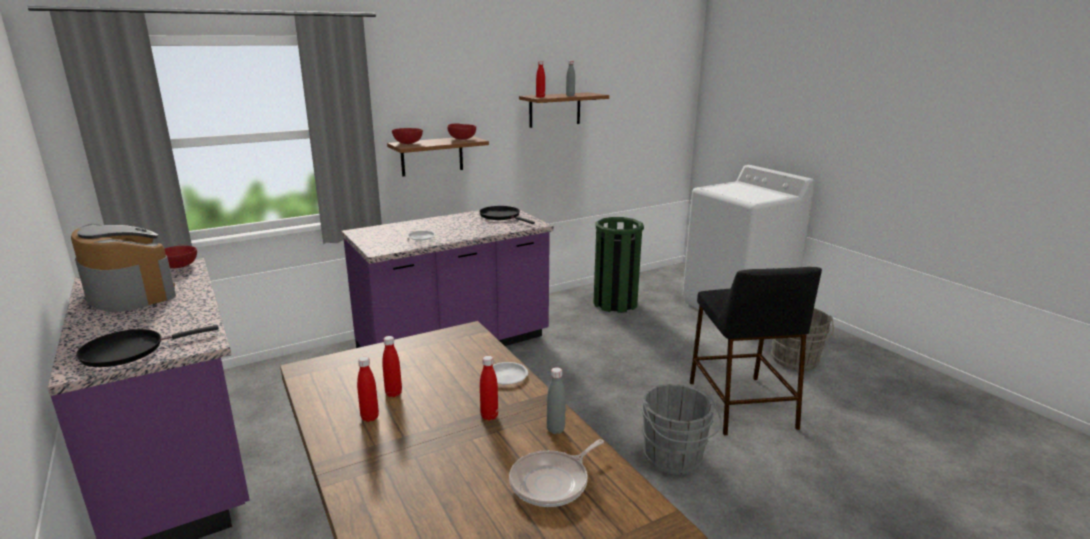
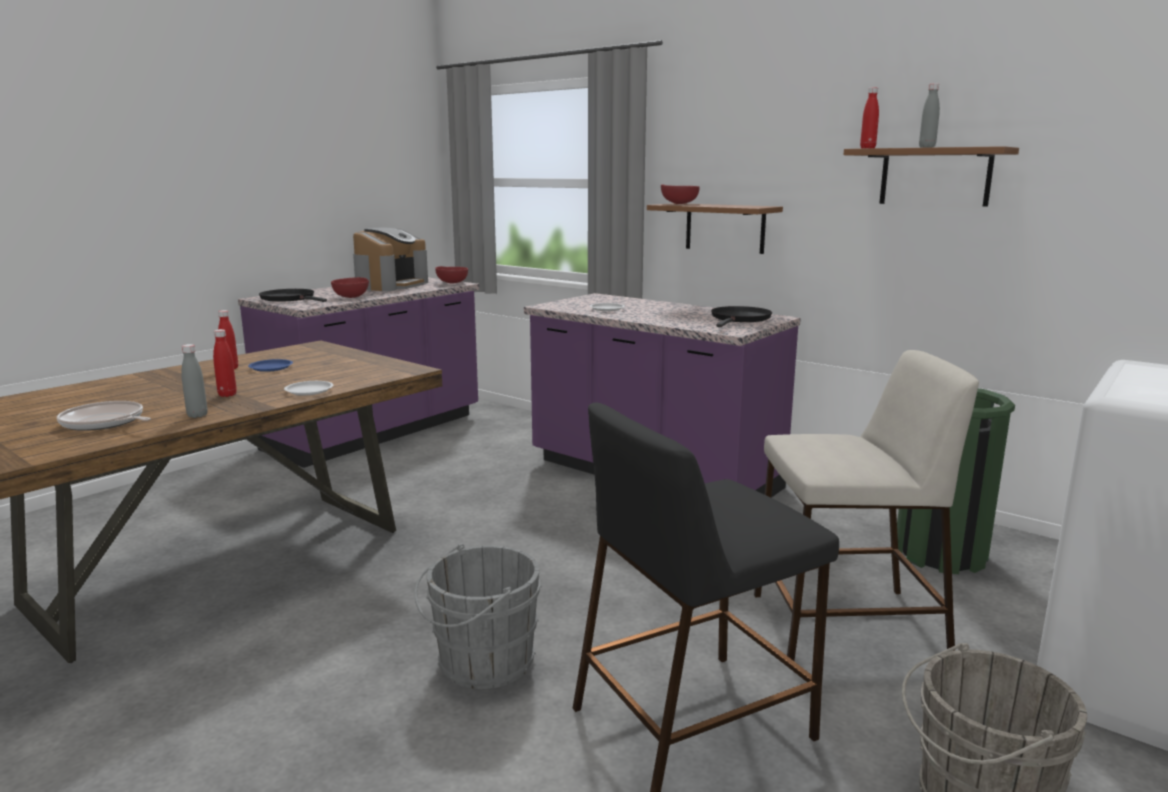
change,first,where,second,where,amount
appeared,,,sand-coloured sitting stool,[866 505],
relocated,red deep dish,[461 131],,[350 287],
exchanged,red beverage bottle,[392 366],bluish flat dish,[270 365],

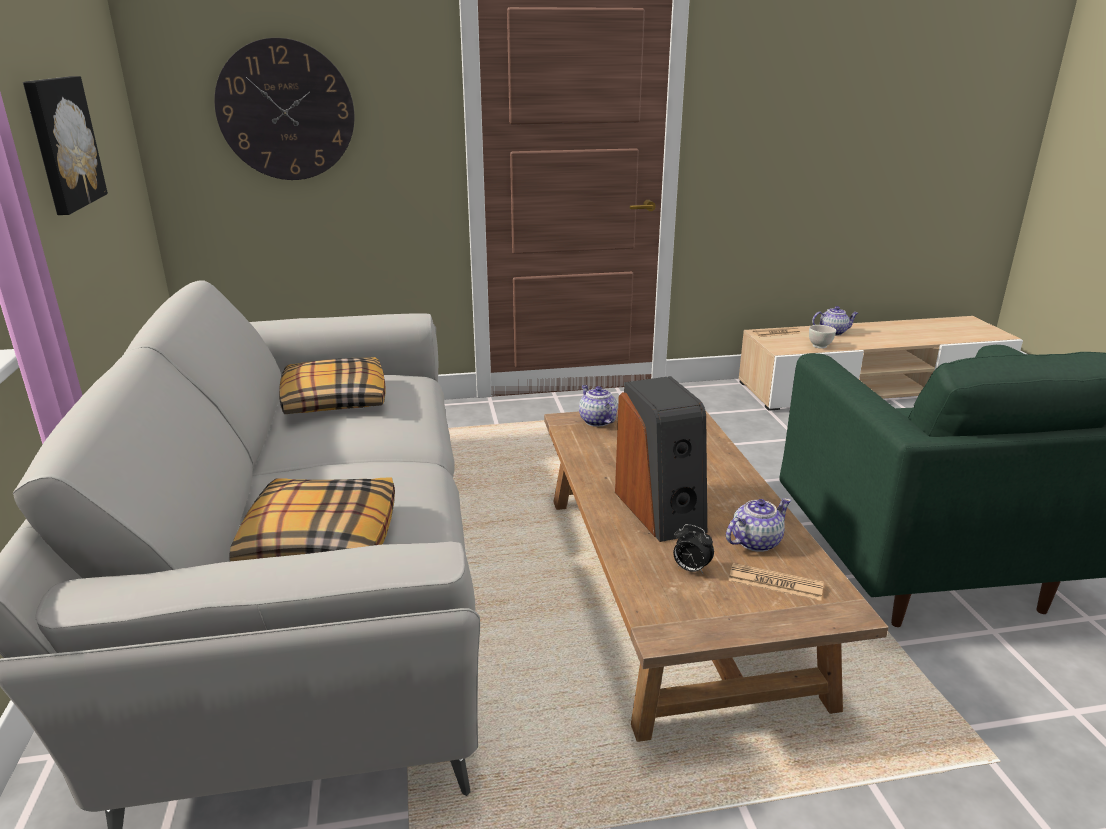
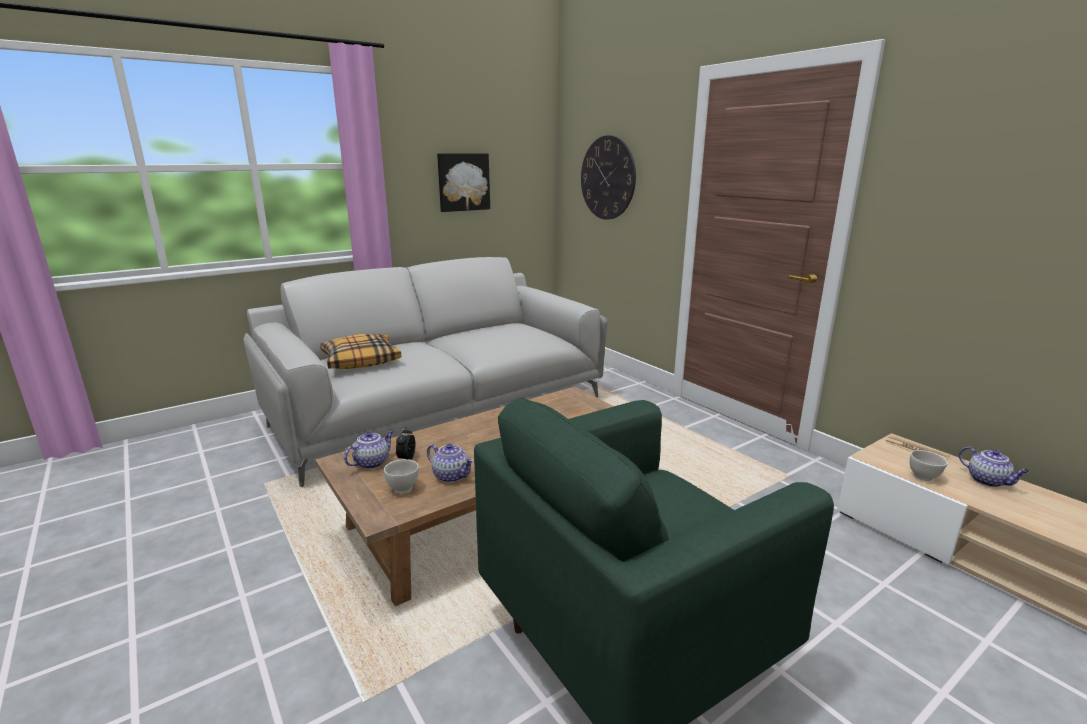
change,first,where,second,where,amount
missing,cushion,[332 385],,,
missing,audio speaker,[661 459],,,
relocated,teapot,[598 406],,[368 449],
exchanged,daily paper,[776 582],white-coloured deep dish,[401 476],

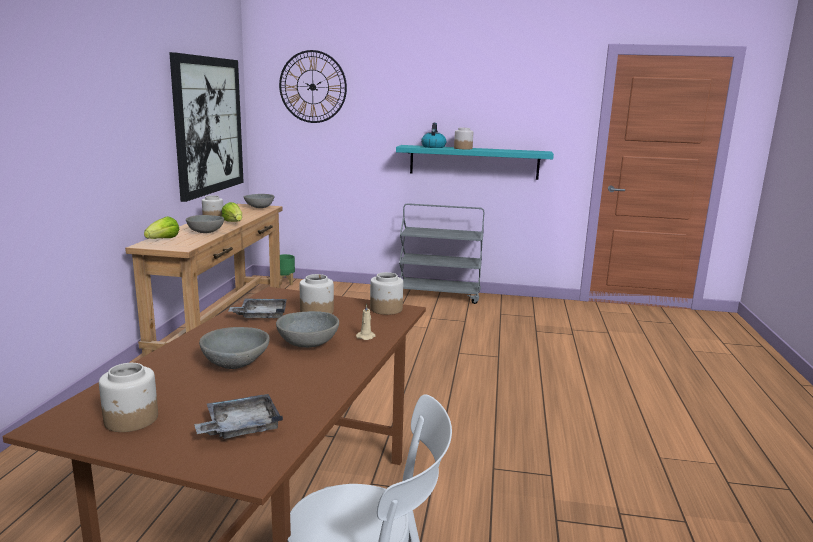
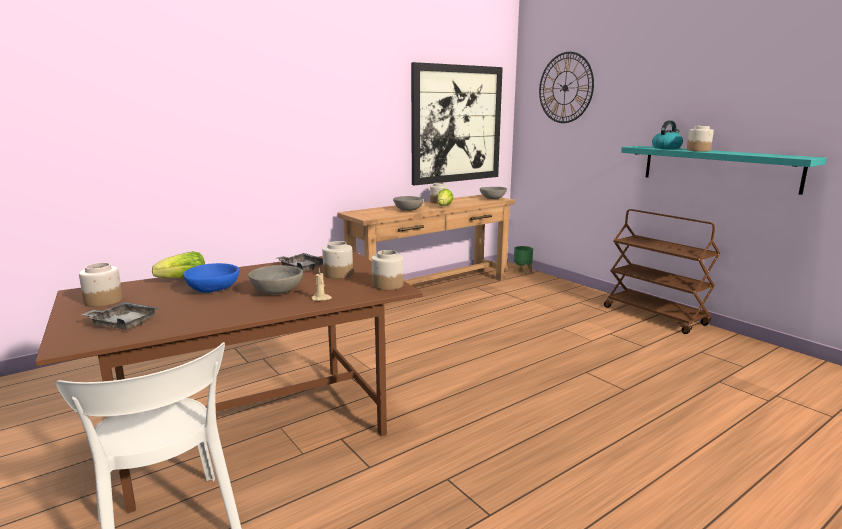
change,first,where,second,where,amount
relocated,lettuce,[161 227],,[178 264],
colour,gray deep dish,[234 348],bluish deep dish,[211 278],
colour,gray wheeled cart,[441 253],brown-coloured wheeled cart,[662 271],

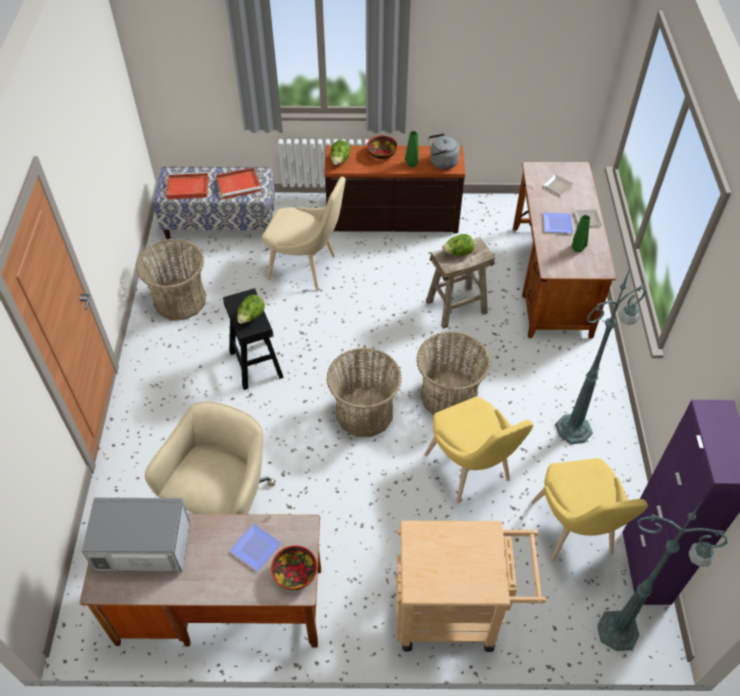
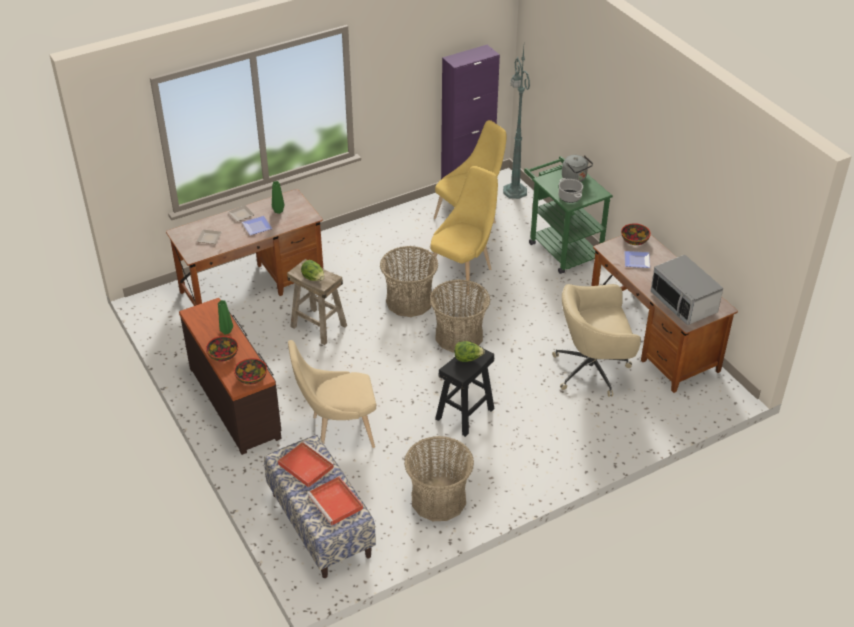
change,first,where,second,where,amount
missing,green floor lamp,[600 356],,,
appeared,,,stockpot,[570 190],
relocated,gray kettle,[444 151],,[577 168],
exchanged,lettuce,[340 152],deep dish,[250 371],
colour,sand-coloured wheeled cart,[471 586],green wheeled cart,[568 215],
spun,sand-coloured chair,[304 233],,[332 394],90 degrees counterclockwise

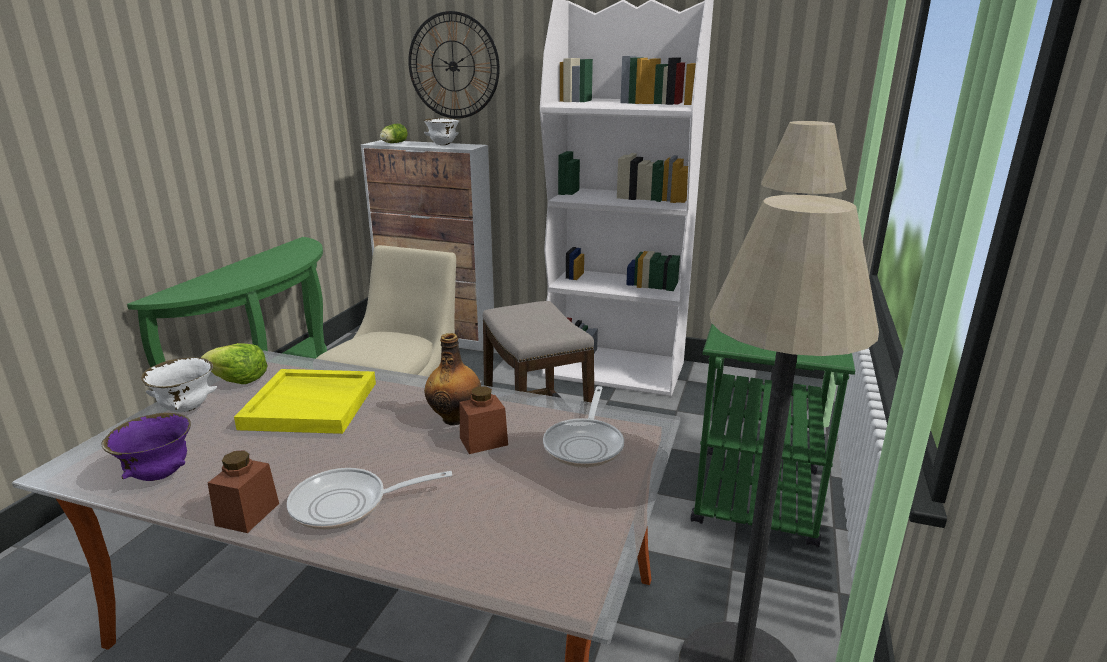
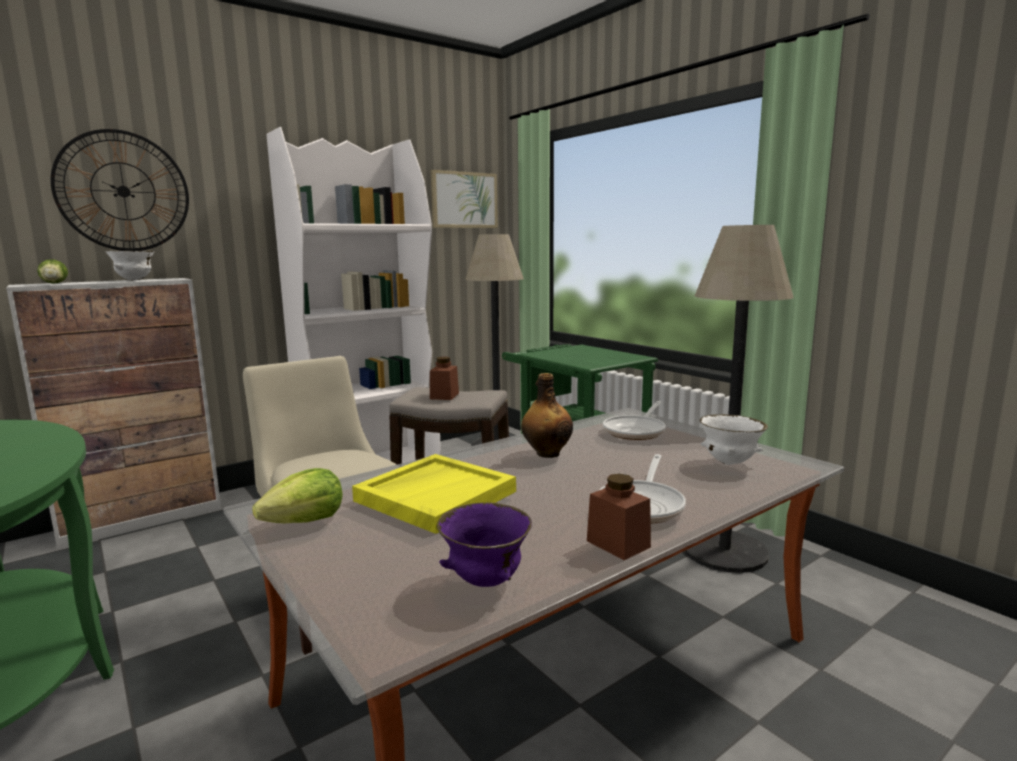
change,first,where,second,where,amount
appeared,,,wall picture,[464 199],
relocated,white-coloured deep dish,[179 385],,[734 439],
relocated,brown-coloured preserve jar,[484 420],,[444 378],
spun,skillet,[583 427],,[634 420],75 degrees clockwise

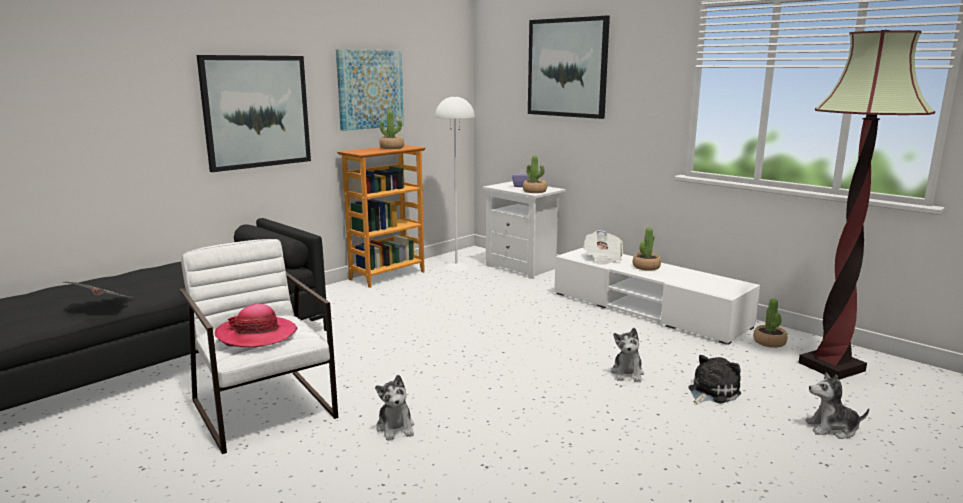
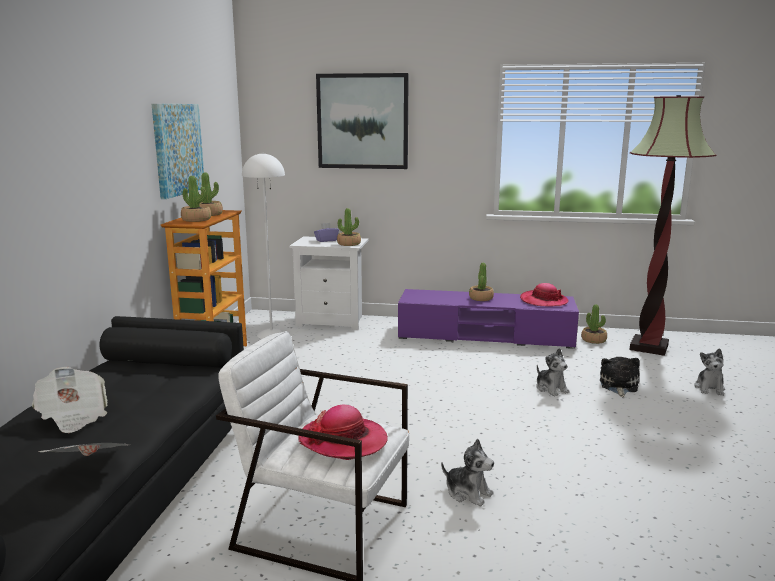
change,first,where,second,where,amount
missing,wall picture,[254 113],,,
appeared,,,houseplant,[196 199],
appeared,,,hat,[544 295],
relocated,daily paper,[603 247],,[70 400],
colour,white-coloured tv unit,[657 296],purple-coloured tv unit,[488 319],
spun,cuddly toy,[837 405],,[709 372],45 degrees counterclockwise

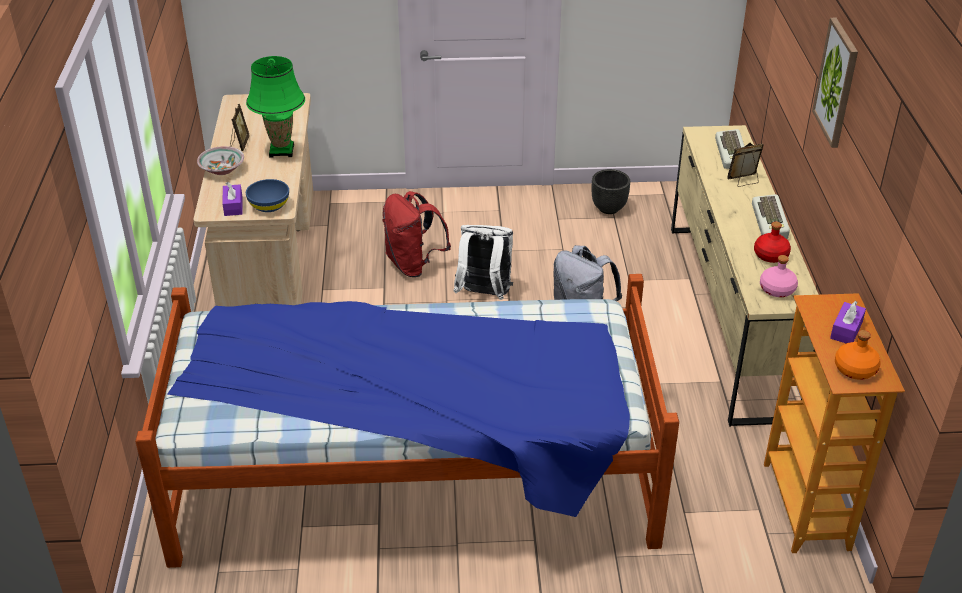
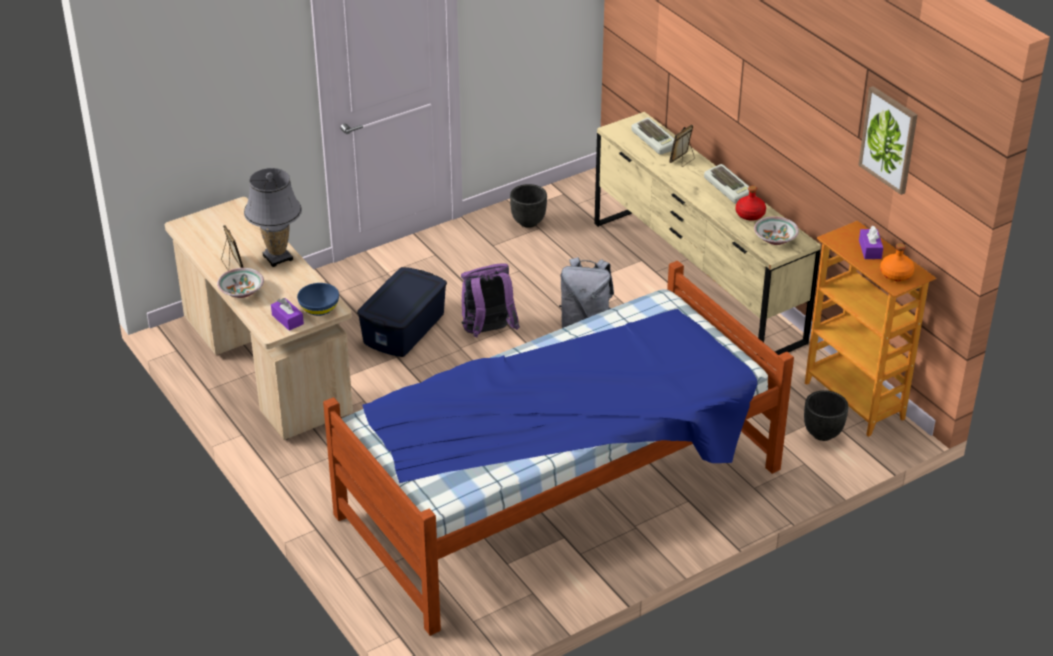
change,first,where,second,where,amount
appeared,,,black flower pot,[826 415],
relocated,wall picture,[835 83],,[887 140],
exchanged,red backpack,[417 234],bluish storage container,[402 312],
exchanged,pink-coloured beverage bottle,[779 276],deep dish,[776 230],
colour,green lamp for a table,[275 107],gray lamp for a table,[273 217],
colour,white-coloured backpack,[483 262],purple-coloured backpack,[490 300],

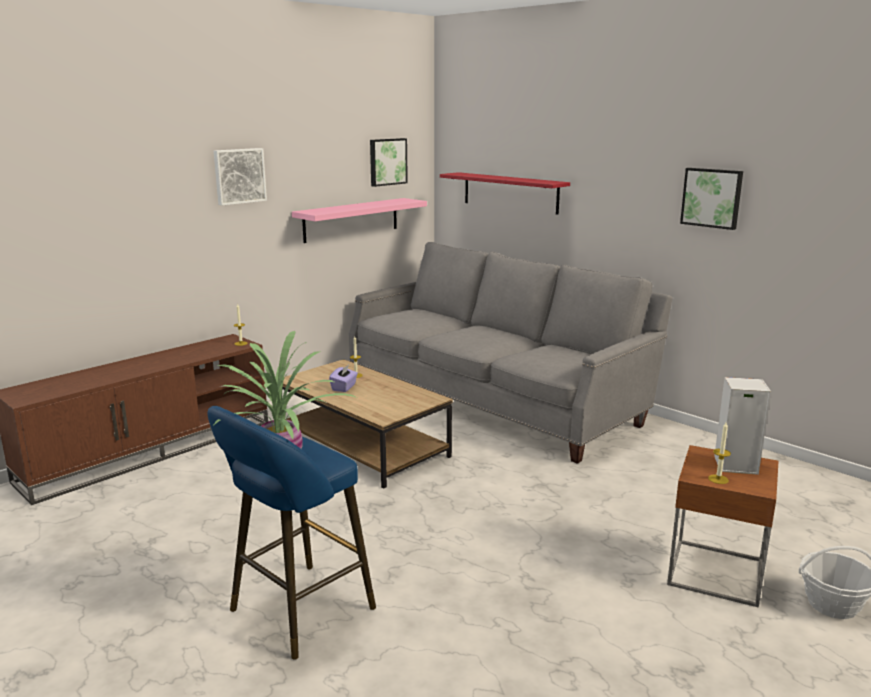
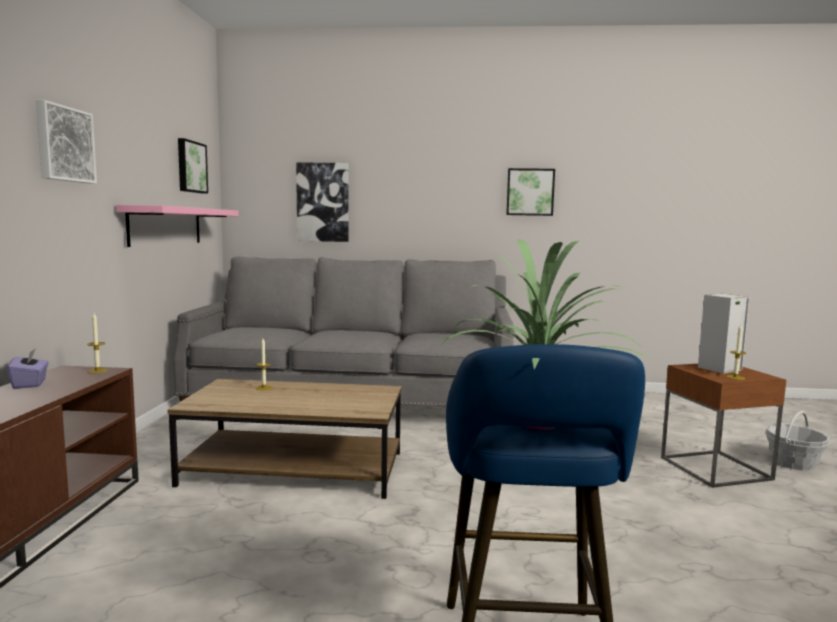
change,first,where,second,where,amount
relocated,purple-coloured box of tissues,[343 378],,[27 368],
exchanged,red bracket shelf,[505 193],wall picture,[322 202],

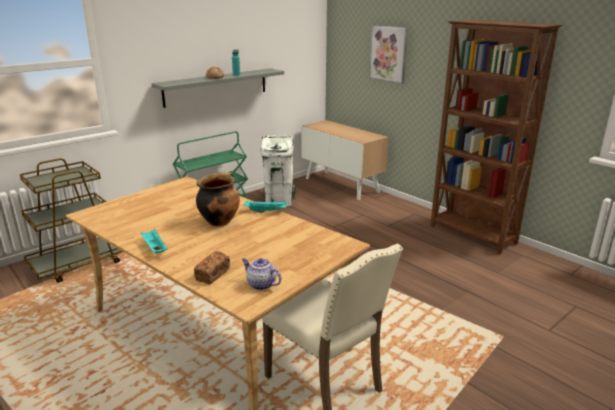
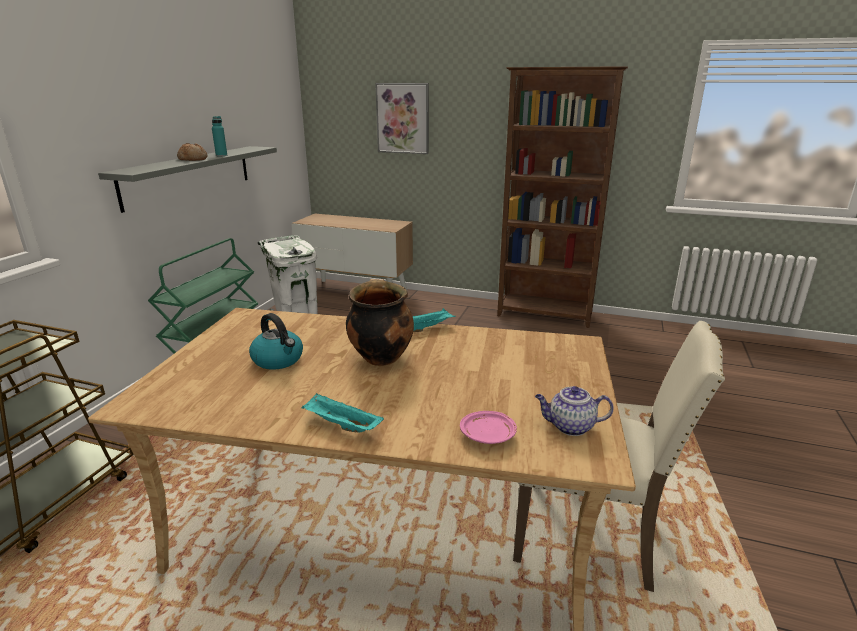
change,first,where,second,where,amount
appeared,,,kettle,[276 341],
exchanged,bakery bread,[212 267],pink-coloured flat dish,[488 427],

